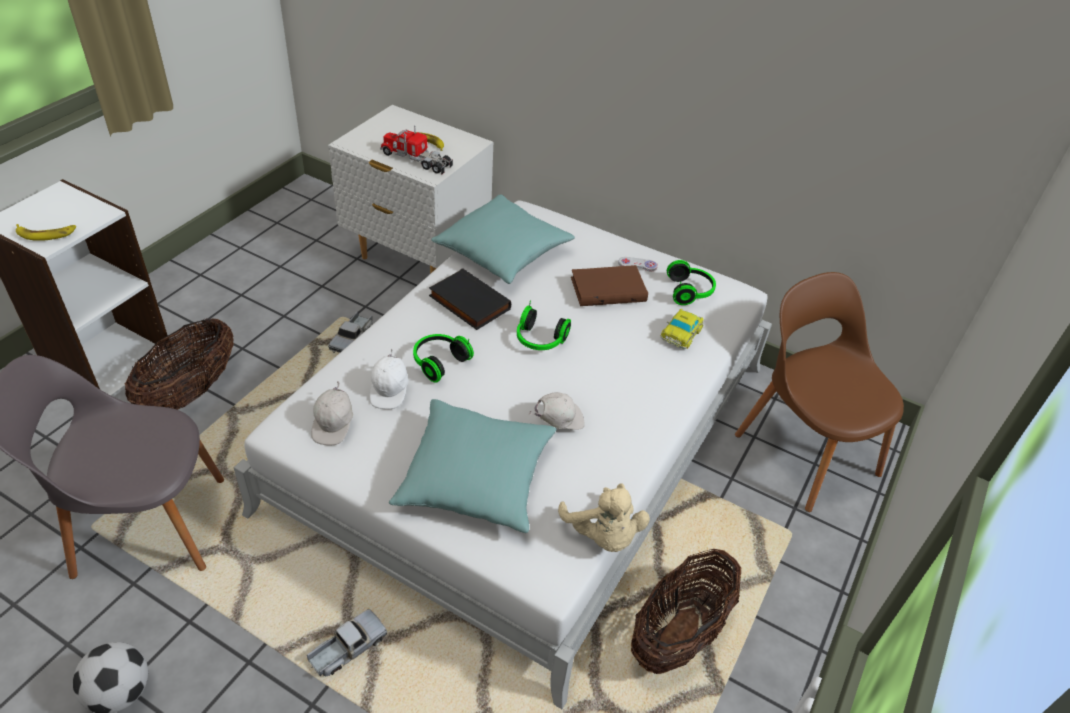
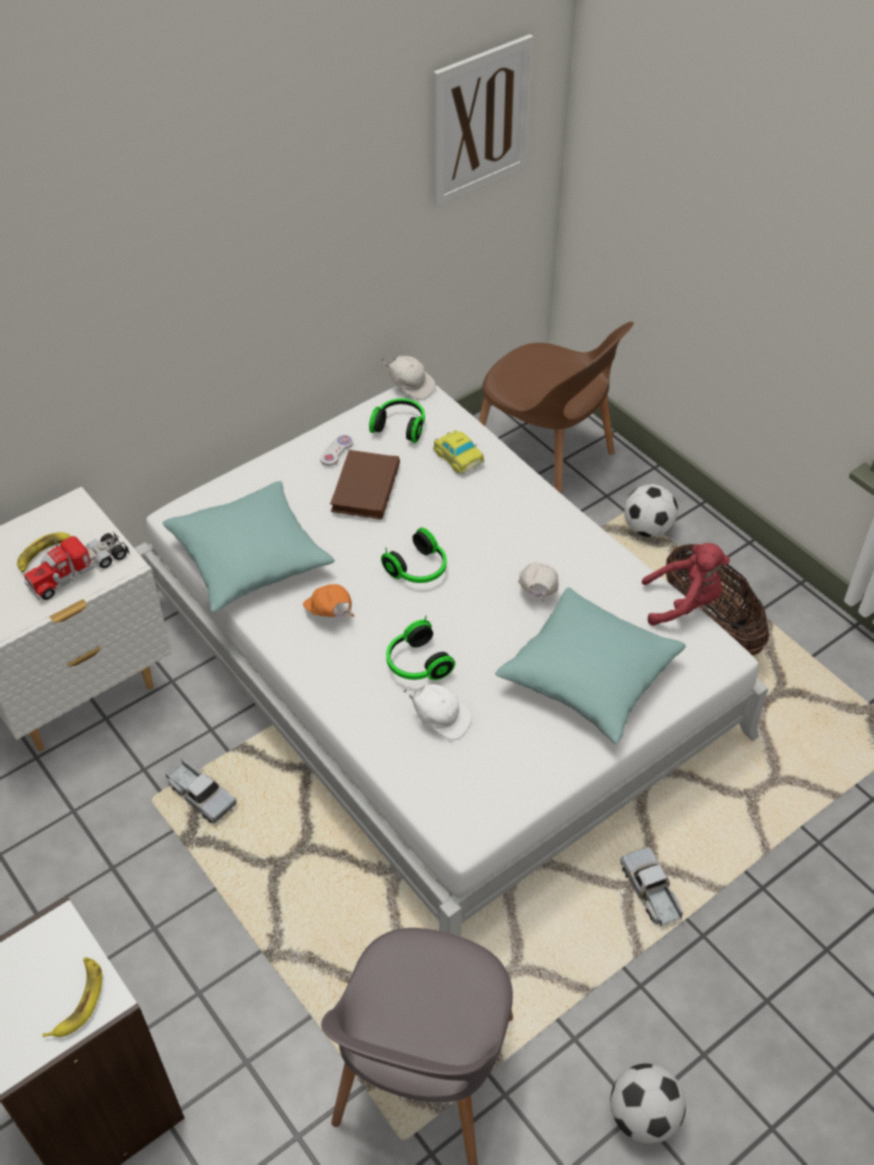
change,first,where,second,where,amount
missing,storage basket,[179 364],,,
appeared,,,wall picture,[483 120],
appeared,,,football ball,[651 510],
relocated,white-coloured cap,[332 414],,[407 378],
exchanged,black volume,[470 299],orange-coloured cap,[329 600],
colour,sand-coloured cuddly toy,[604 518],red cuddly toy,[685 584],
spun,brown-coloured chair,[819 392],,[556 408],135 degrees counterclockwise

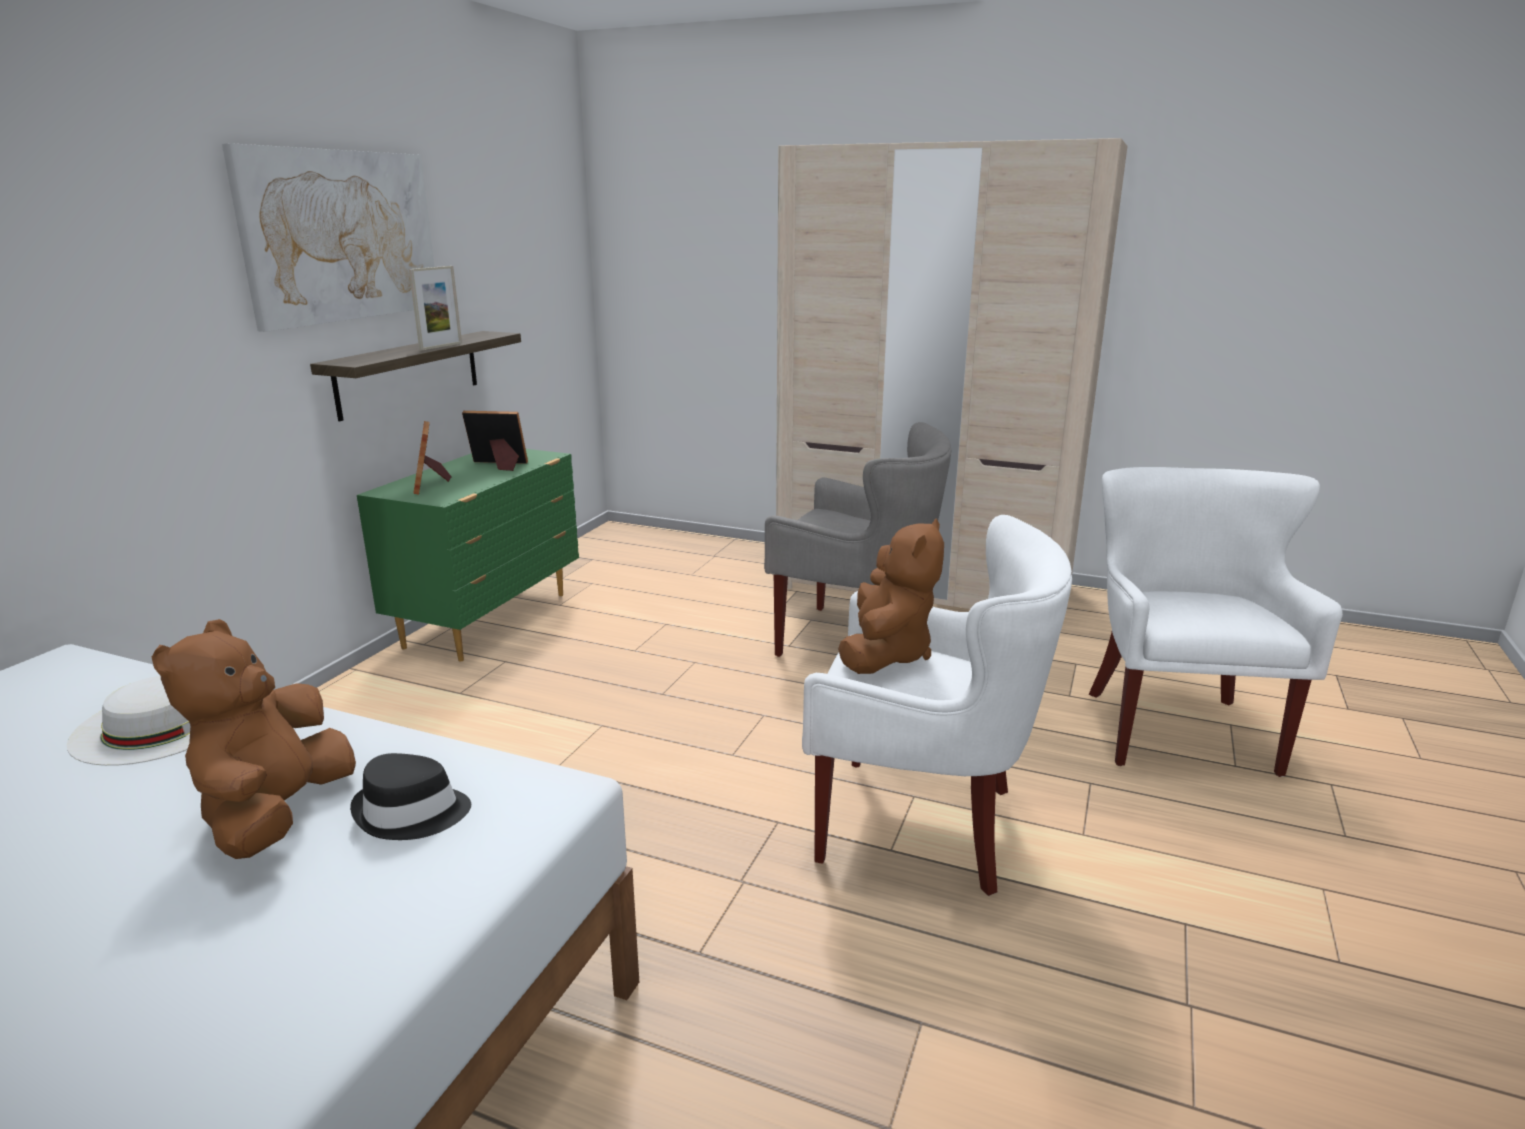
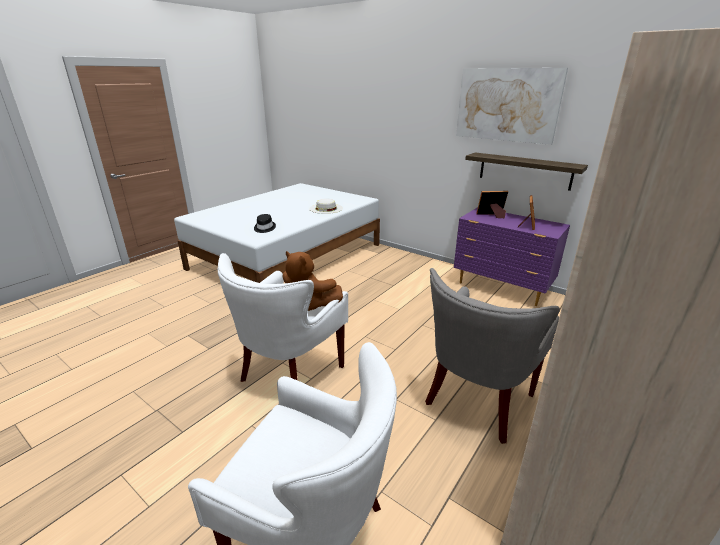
change,first,where,second,where,amount
missing,brown-coloured cuddly toy,[254 739],,,
missing,picture frame,[435 308],,,
colour,green chest of drawers,[468 555],purple-coloured chest of drawers,[512 256],

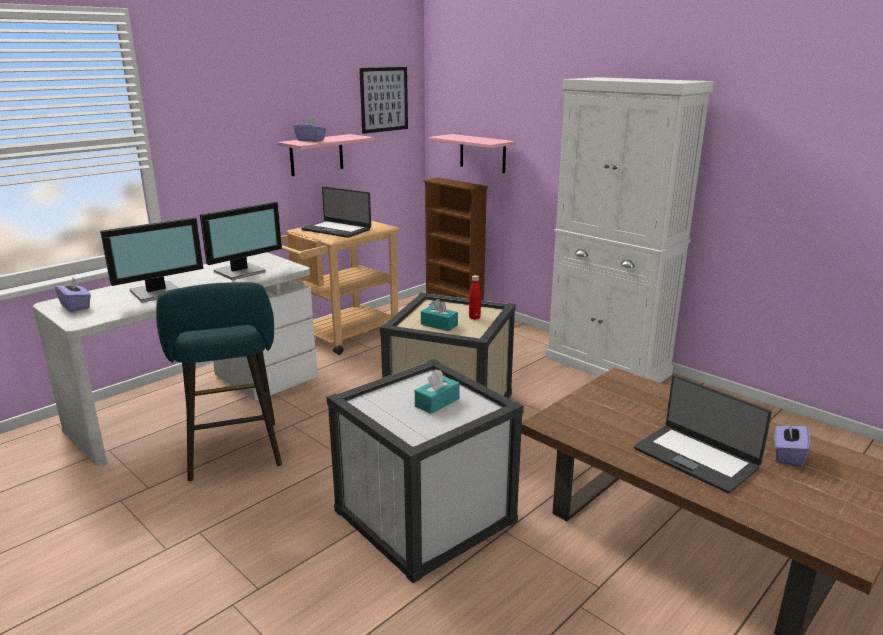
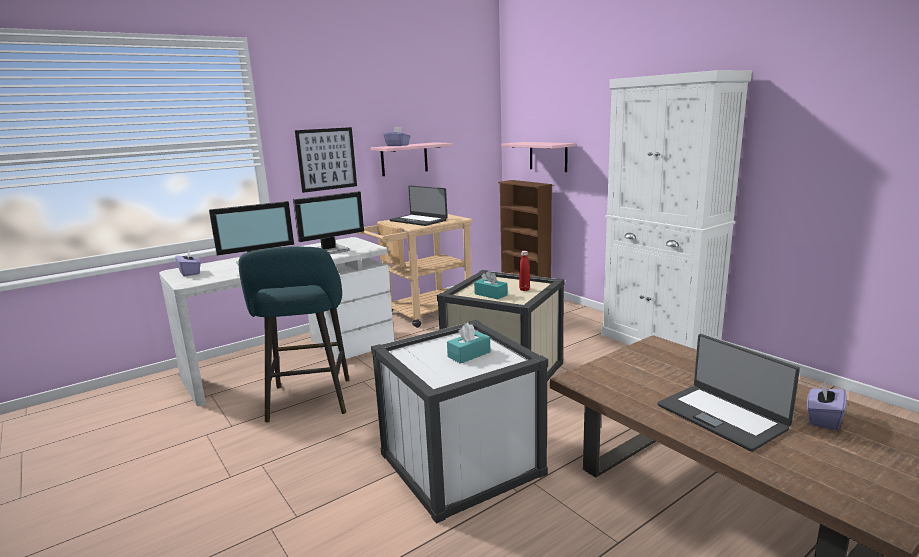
change,first,where,second,where,amount
relocated,wall picture,[383 100],,[326 160],

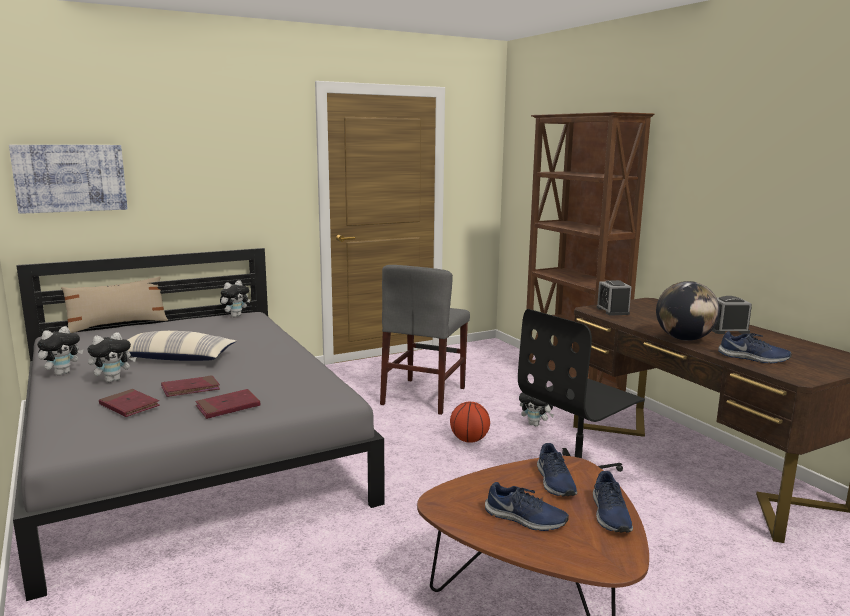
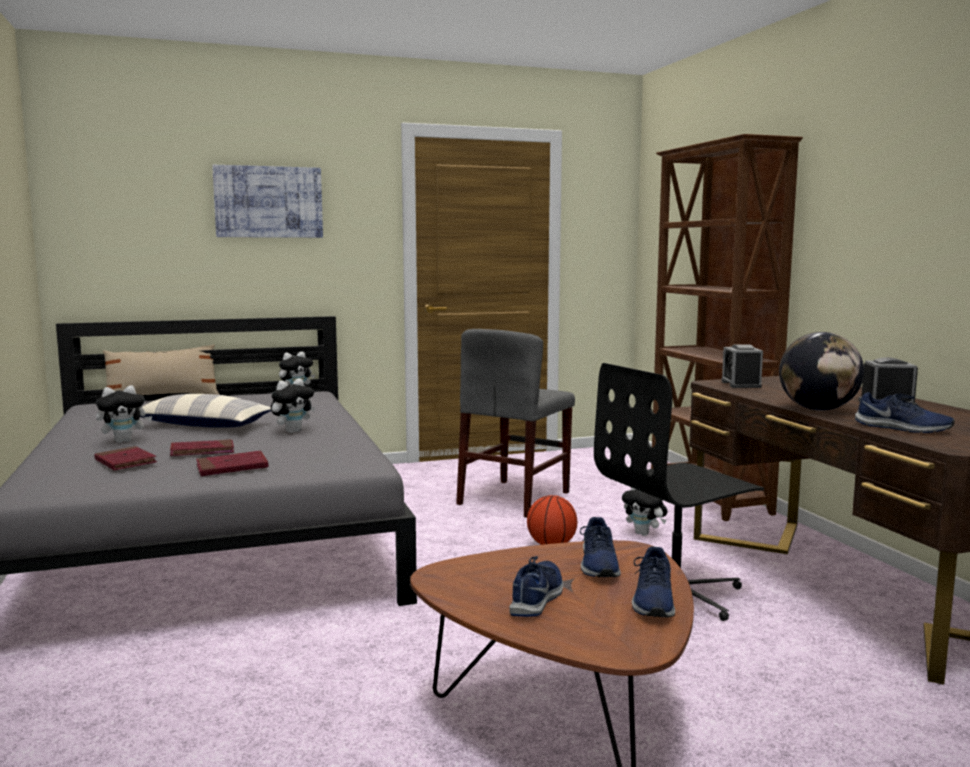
change,first,where,second,where,amount
relocated,wall picture,[68 179],,[267 201],
relocated,cuddly toy,[60 351],,[293 405],
spun,bluish item of footwear,[527 506],,[536 586],105 degrees counterclockwise

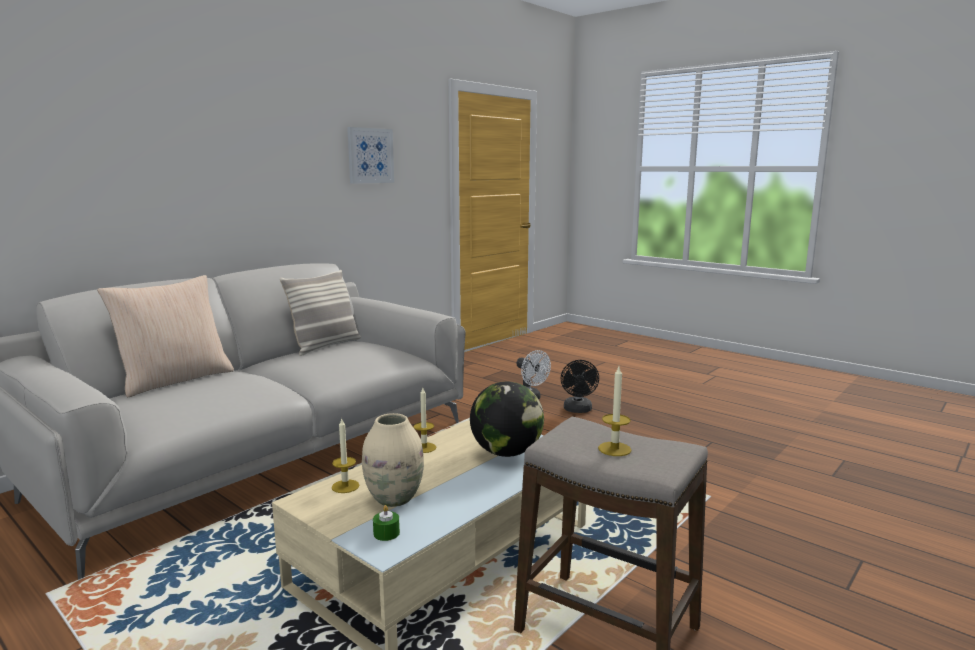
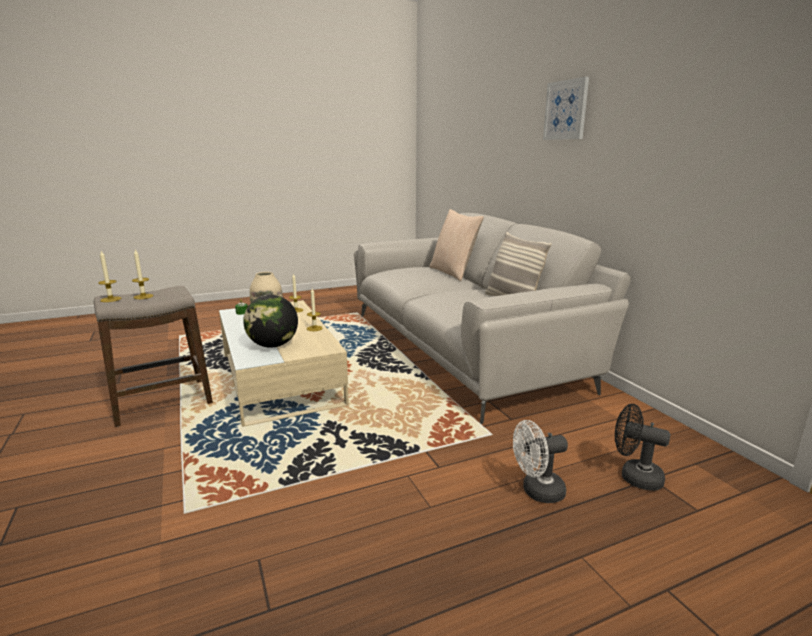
change,first,where,second,where,amount
appeared,,,wax light,[109 276],
relocated,wall picture,[370 155],,[566 108],
relocated,black cooling fan,[580 386],,[642 447],

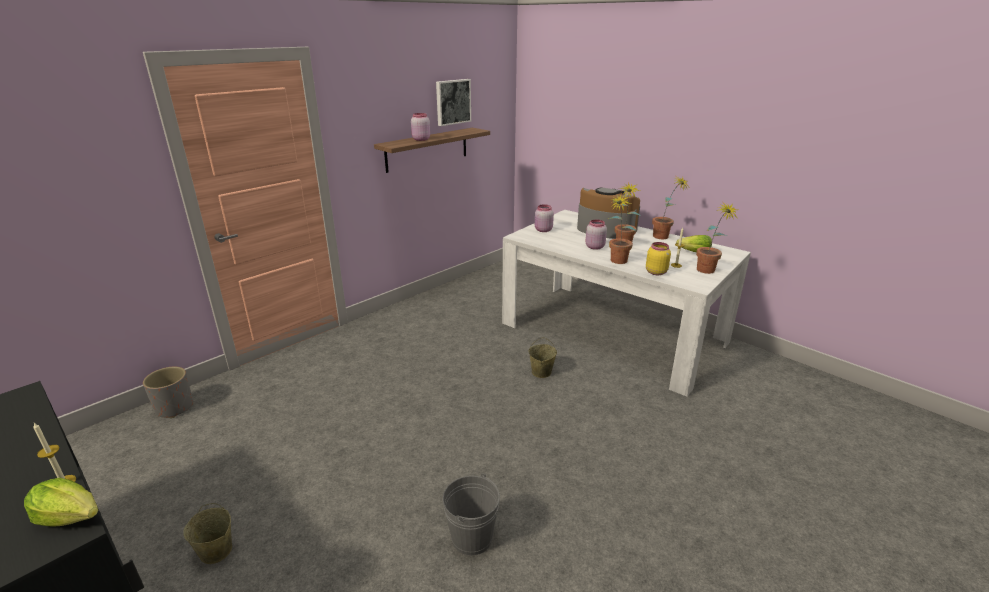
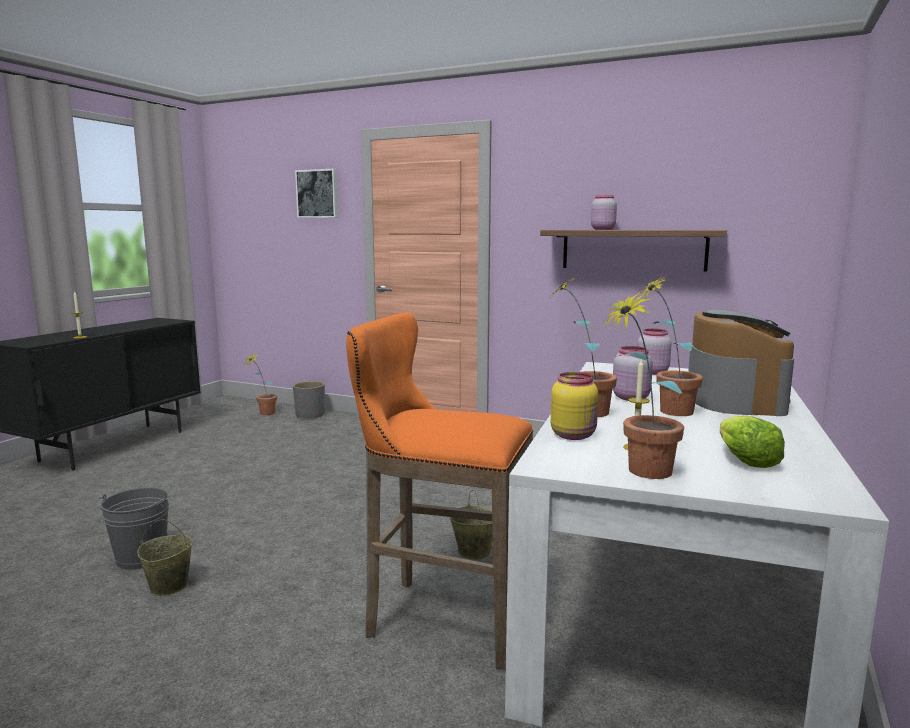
change,first,where,second,where,amount
missing,lettuce,[61 502],,,
appeared,,,orange-coloured sitting stool,[439 491],
relocated,sand-coloured bucket,[207 533],,[165 557],
relocated,wall picture,[453 102],,[316 193],
relocated,houseplant,[670 208],,[261 384],

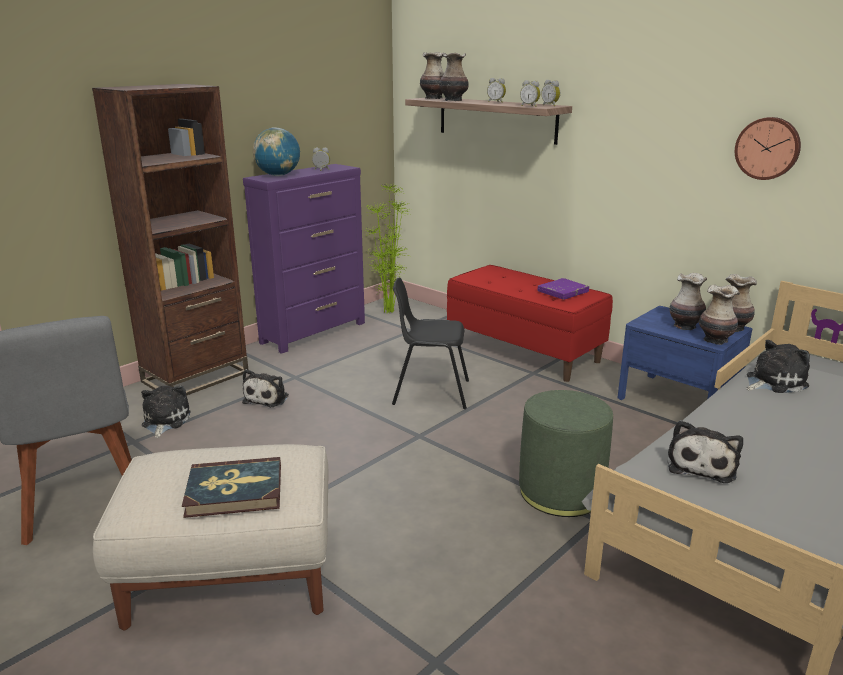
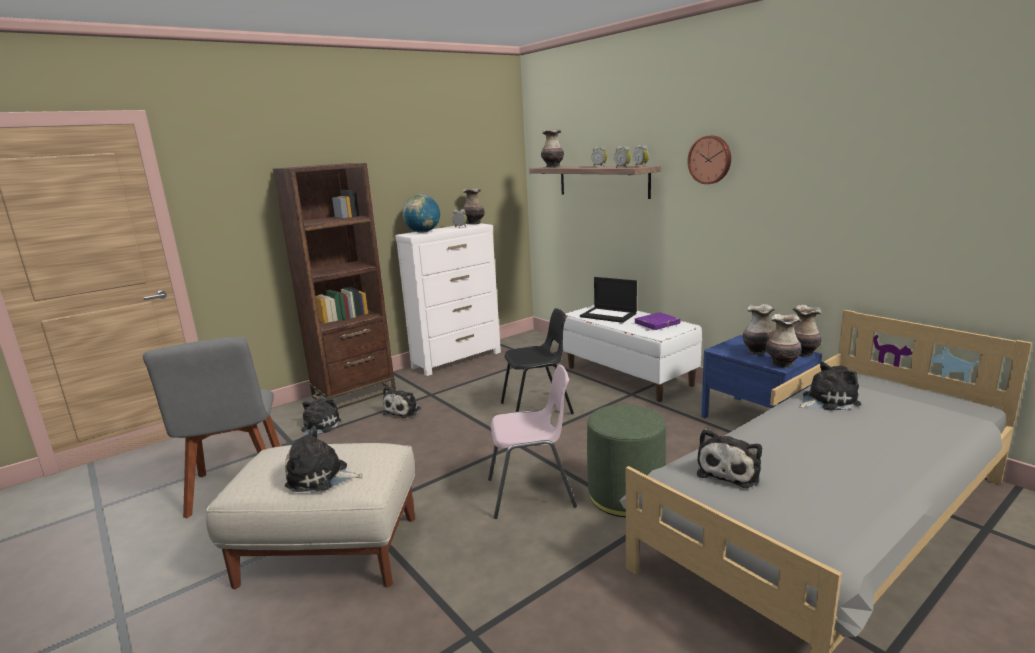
change,first,where,second,where,amount
missing,houseplant,[388 248],,,
appeared,,,pink-coloured chair,[532 442],
appeared,,,laptop,[608 300],
relocated,decorative vase,[454 77],,[474 206],
relocated,clock on the wall,[768 148],,[709 160],
exchanged,volume,[231 487],cuddly toy,[324 459],
colour,purple-coloured chest of drawers,[304 259],white-coloured chest of drawers,[448 299],
colour,red long seat,[530 323],white-coloured long seat,[632 353],
spun,black chair,[430 343],,[537 361],150 degrees clockwise

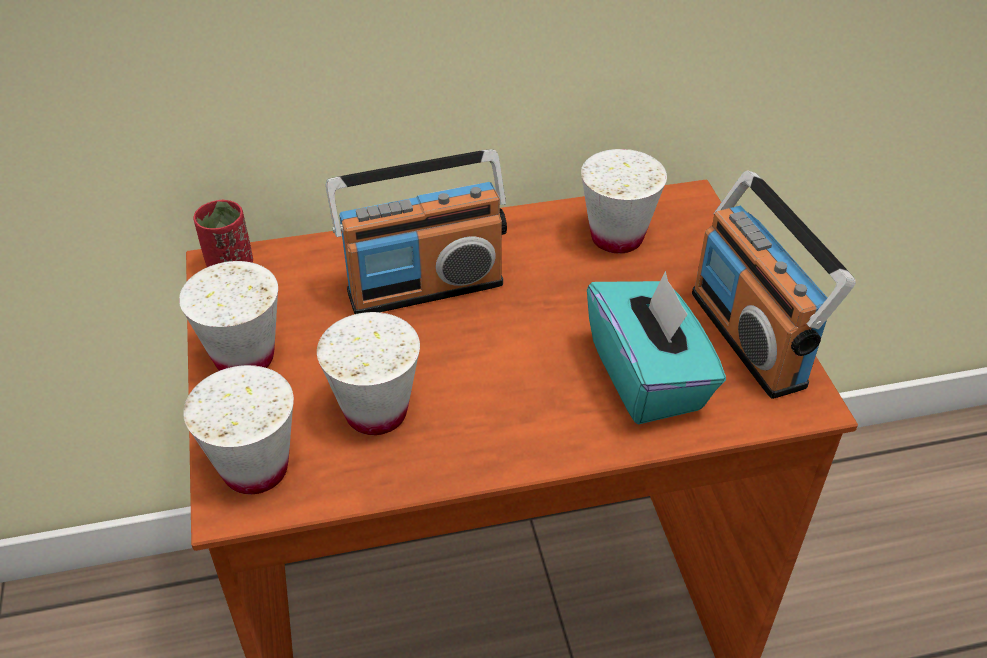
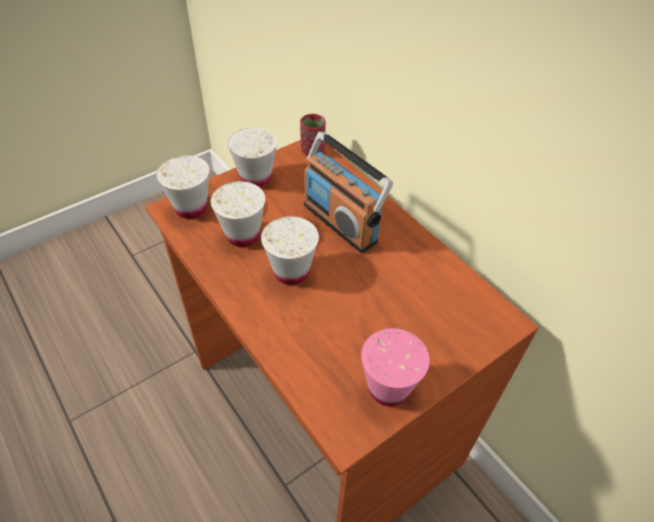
change,first,where,second,where,amount
missing,blue-green box of tissues,[656 347],,,
relocated,white-coloured drinking cup,[624 201],,[290 250],
exchanged,radio set,[774 284],pink-coloured drinking cup,[395 367],

